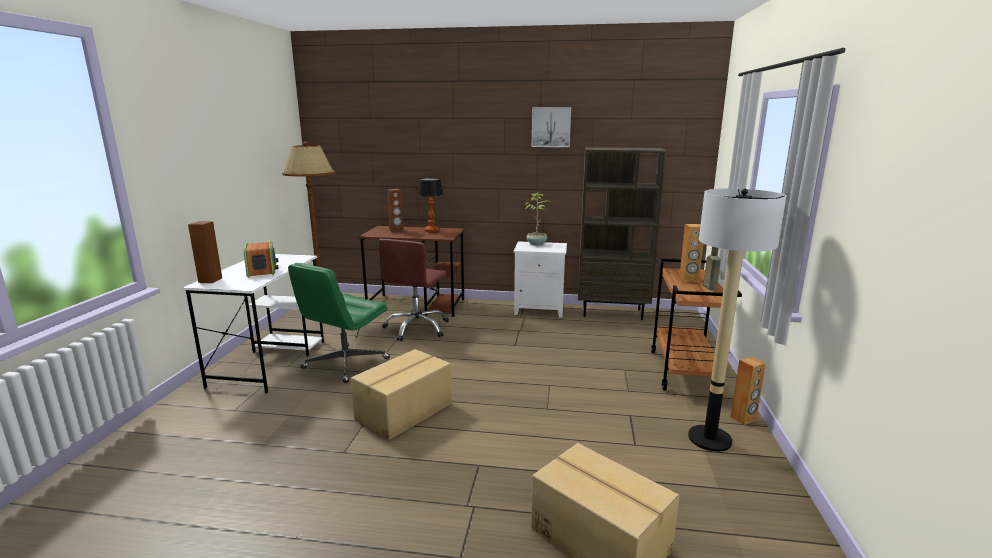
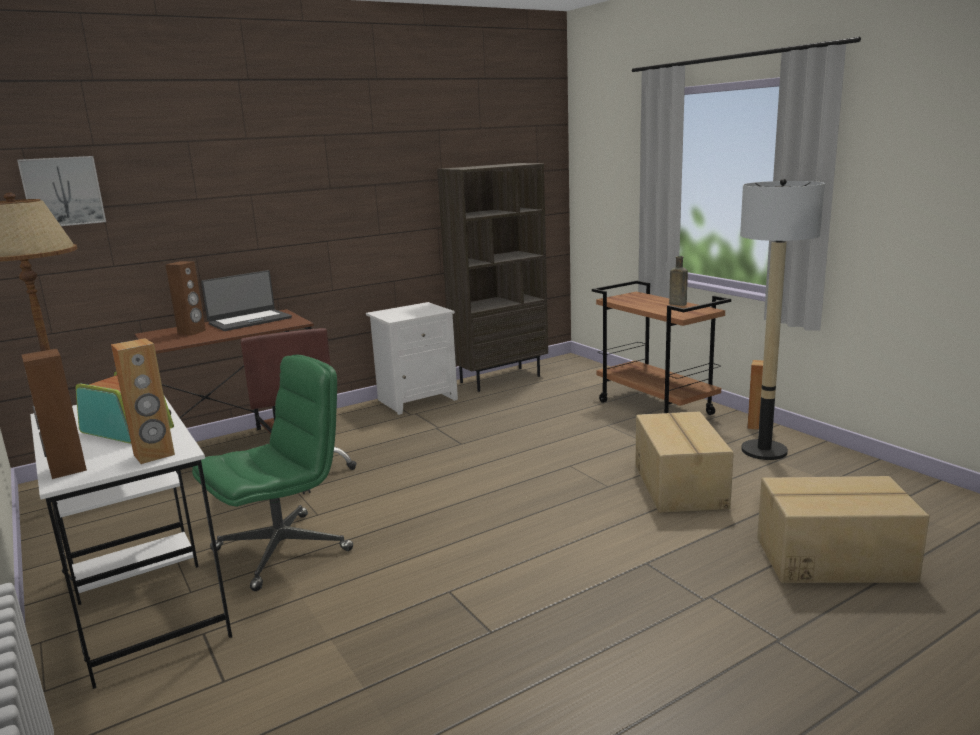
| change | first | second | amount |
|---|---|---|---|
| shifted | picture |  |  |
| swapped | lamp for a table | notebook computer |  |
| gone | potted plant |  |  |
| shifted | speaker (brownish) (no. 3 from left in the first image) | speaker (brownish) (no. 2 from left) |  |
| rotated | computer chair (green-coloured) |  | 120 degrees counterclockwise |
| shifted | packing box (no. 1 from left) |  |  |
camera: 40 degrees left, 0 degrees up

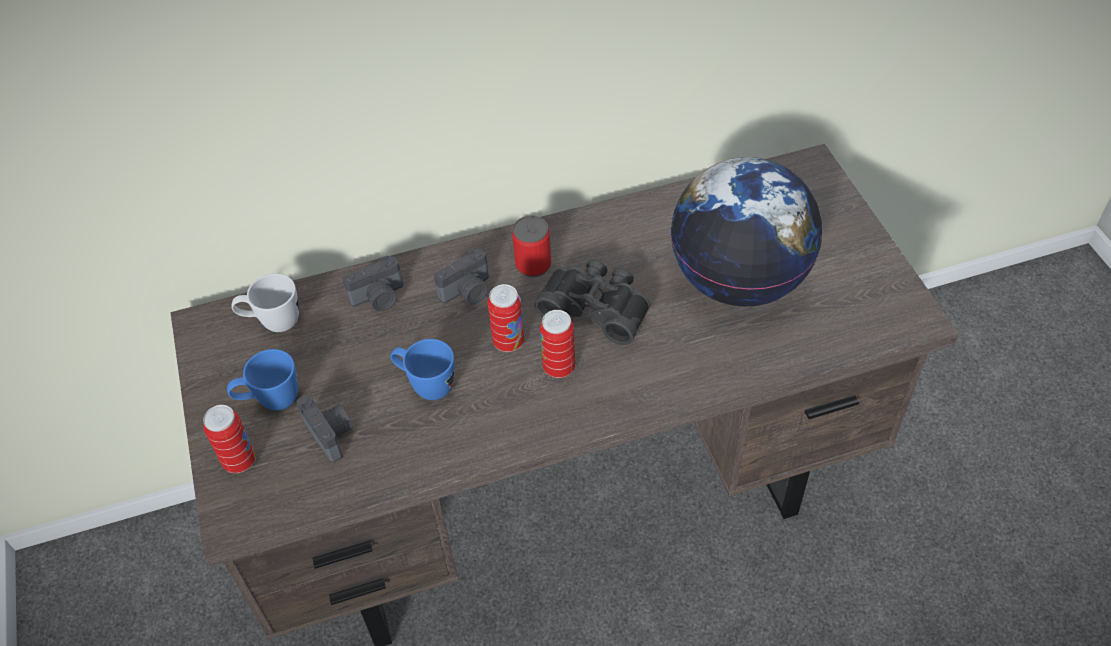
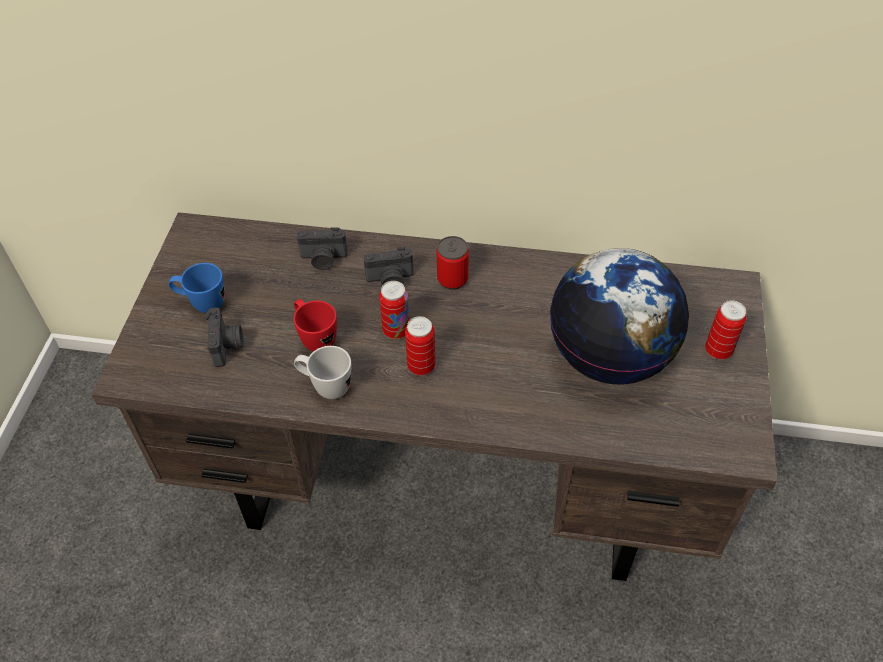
| change | first | second | amount |
|---|---|---|---|
| gone | field glasses (black-coloured) |  |  |
| shifted | tea mug (white-coloured) |  |  |
| repainted | tea mug (blue-coloured) (no. 2 from left) | tea mug (reddish) |  |
| shifted | metal can (no. 1 from left in the first image) | metal can (no. 4 from left) |  |
camera: 25 degrees right, 0 degrees up

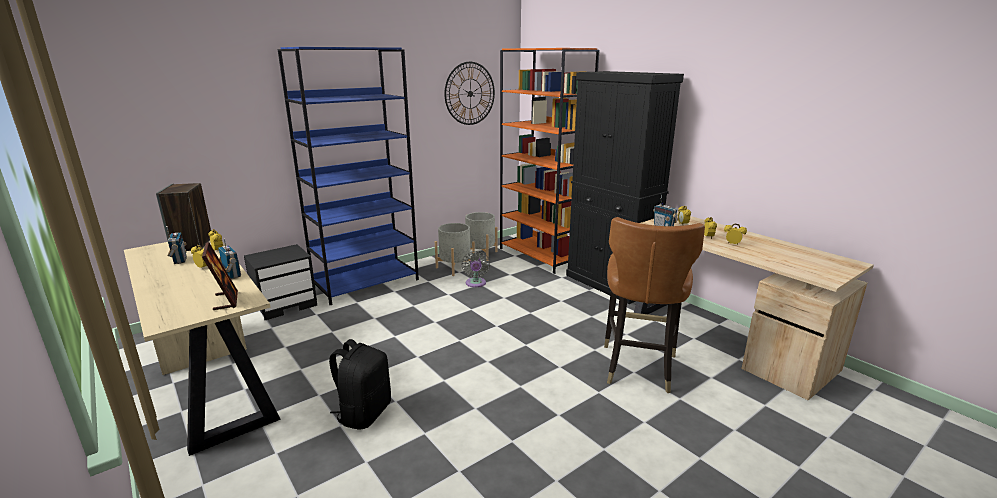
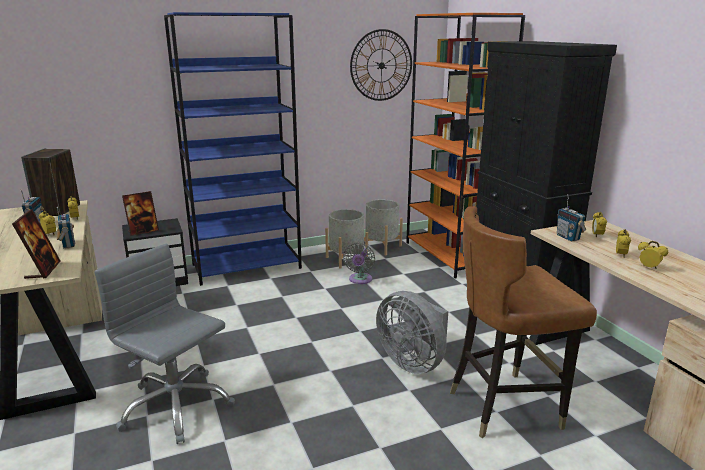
| change | first | second | amount |
|---|---|---|---|
| rotated | upright chair (brownish) |  | 45 degrees clockwise |
| swapped | backpack (black-coloured) | computer chair (greyish) |  |
| new |  | picture frame (no. 2 from left) |  |
| new |  | fan (greyish) (no. 2 from left) |  |
camera: 15 degrees right, 0 degrees up

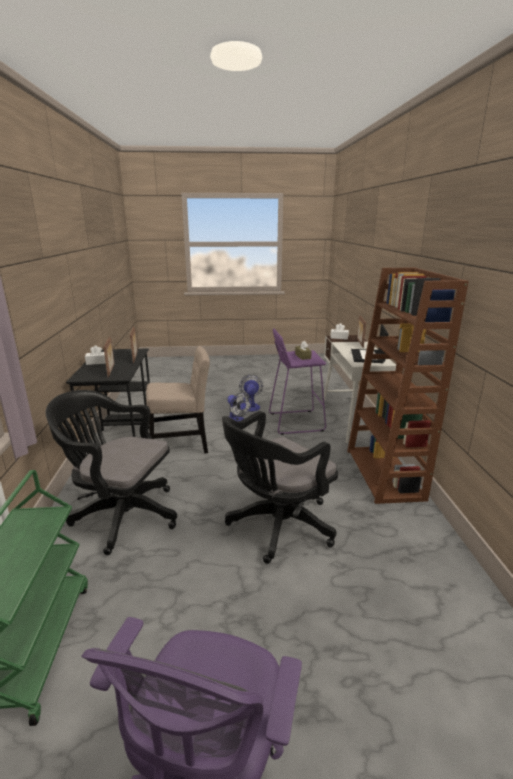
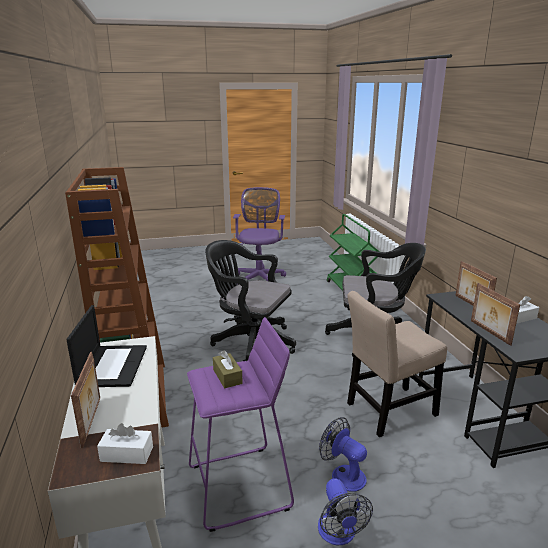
| change | first | second | amount |
|---|---|---|---|
| rotated | computer chair (black-coloured) (no. 2 from left in the first image) | computer chair (black-coloured) (no. 1 from left) | 105 degrees counterclockwise |
camera: 170 degrees right, 0 degrees up

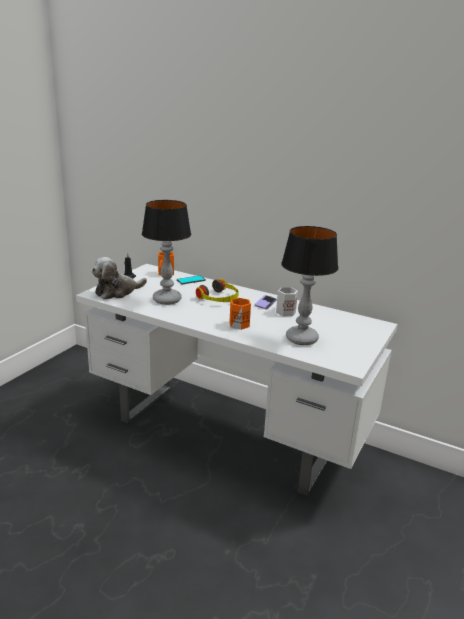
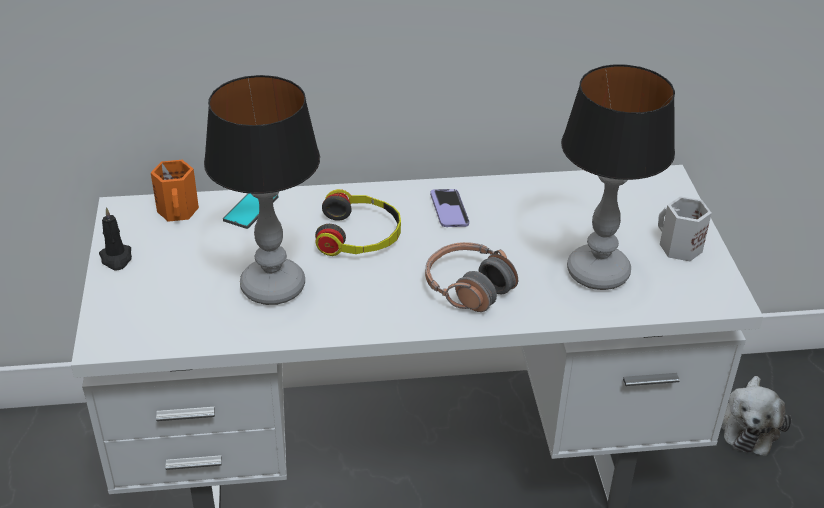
| change | first | second | amount |
|---|---|---|---|
| shifted | plush toy |  |  |
| shifted | tea mug (white-coloured) |  |  |
| swapped | tea mug (orange-coloured) (no. 2 from left) | headset (no. 2 from left) |  |
camera: 35 degrees left, 15 degrees up

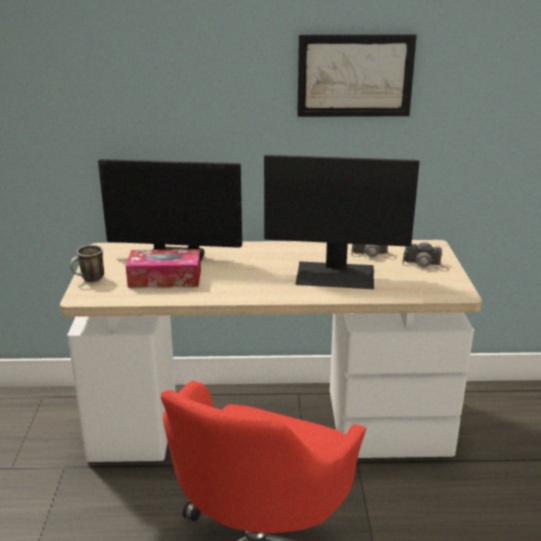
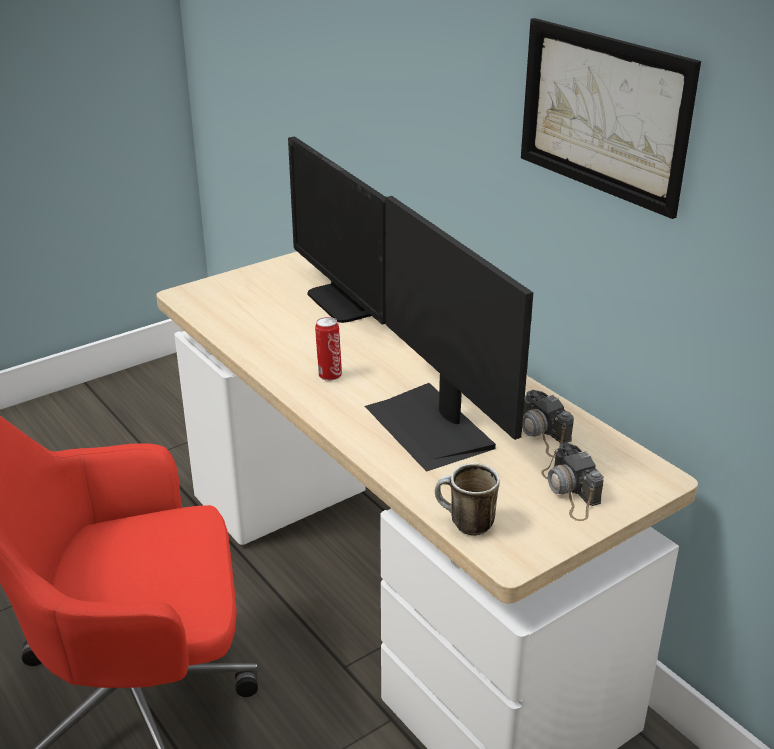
| change | first | second | amount |
|---|---|---|---|
| shifted | tea mug |  |  |
| gone | tissue holder |  |  |
| new |  | metal can |  |
camera: 55 degrees right, 5 degrees up

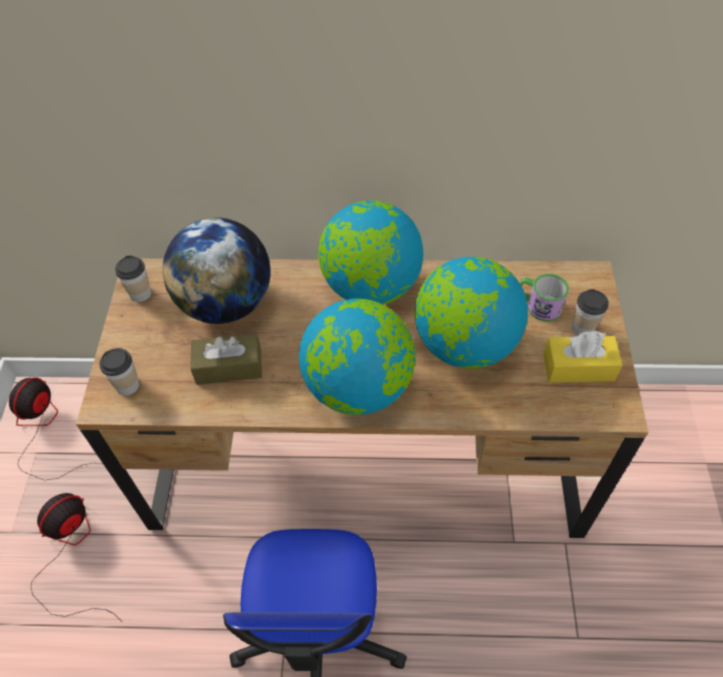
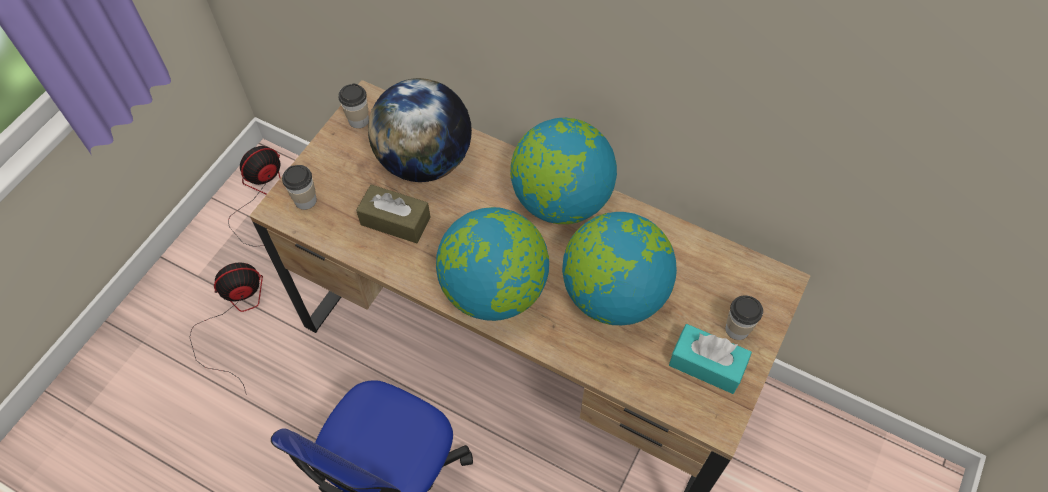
| change | first | second | amount |
|---|---|---|---|
| gone | tea mug |  |  |
| repainted | tissue holder (yellow) | tissue holder (blue-green) |  |
camera: 25 degrees right, 5 degrees up

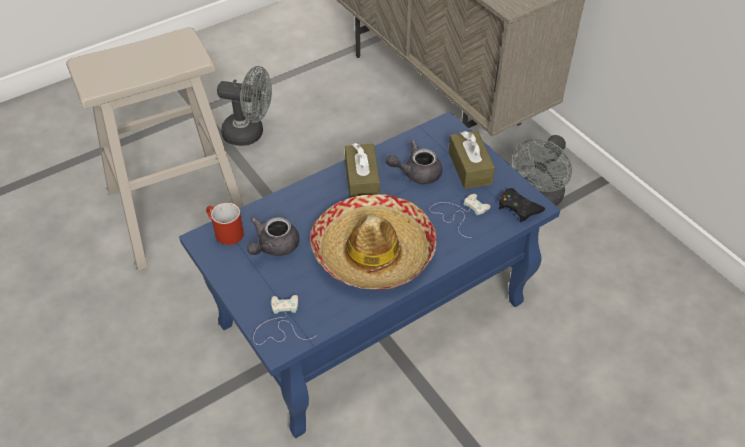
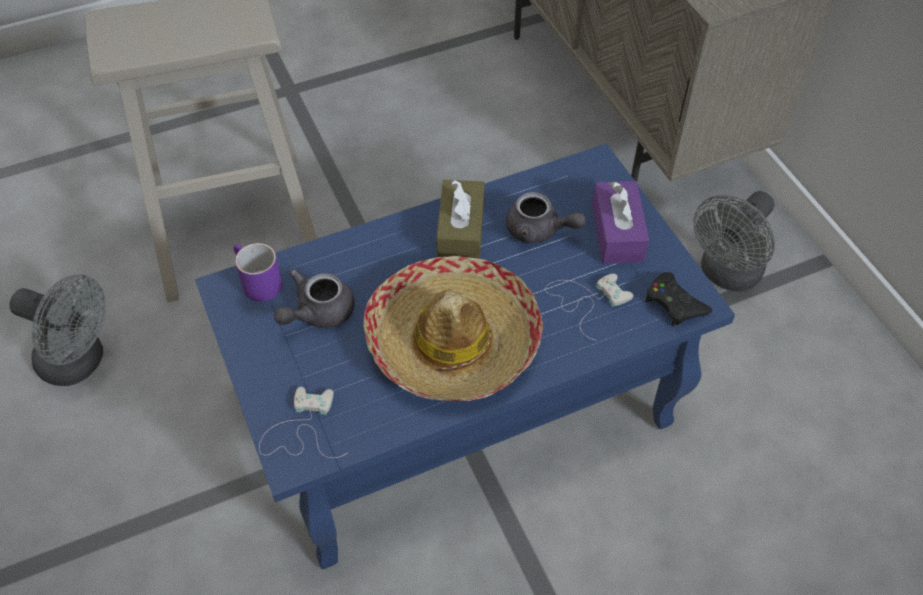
| change | first | second | amount |
|---|---|---|---|
| shifted | fan (greyish) (no. 1 from left) |  |  |
| repainted | tissue holder (brownish) (no. 2 from left) | tissue holder (purple-coloured) |  |
| rotated | tea pot (greyish) (no. 2 from left) |  | 150 degrees counterclockwise |
| repainted | tea mug (reddish) | tea mug (purple-coloured) |  |
camera: 10 degrees right, 5 degrees up

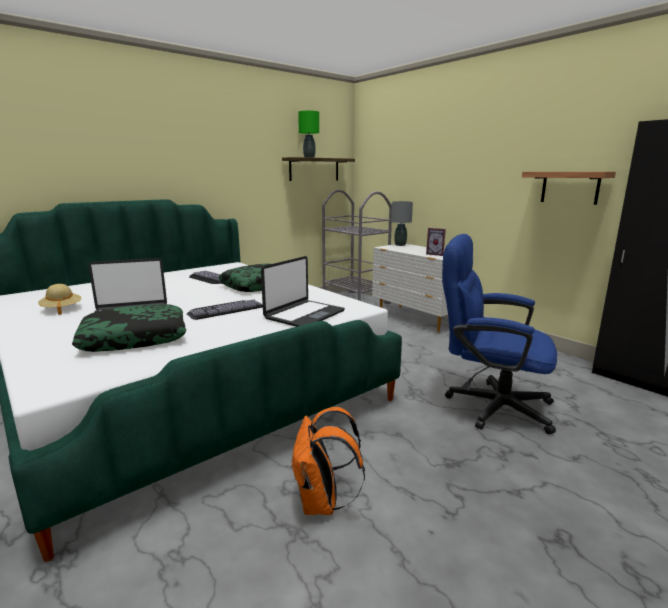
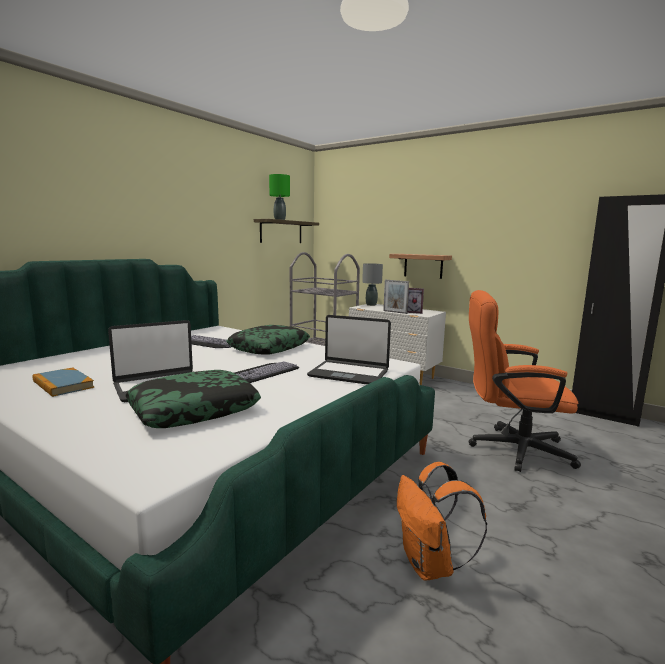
| change | first | second | amount |
|---|---|---|---|
| shifted | bracket shelf (no. 2 from left) |  |  |
| repainted | computer chair (blue-coloured) | computer chair (orange-coloured) |  |
| rotated | notebook computer (no. 2 from left) |  | 90 degrees clockwise |
| swapped | wearable hat (beige) | volume |  |
| new |  | picture frame (no. 1 from left) |  |
camera: 15 degrees left, 5 degrees down

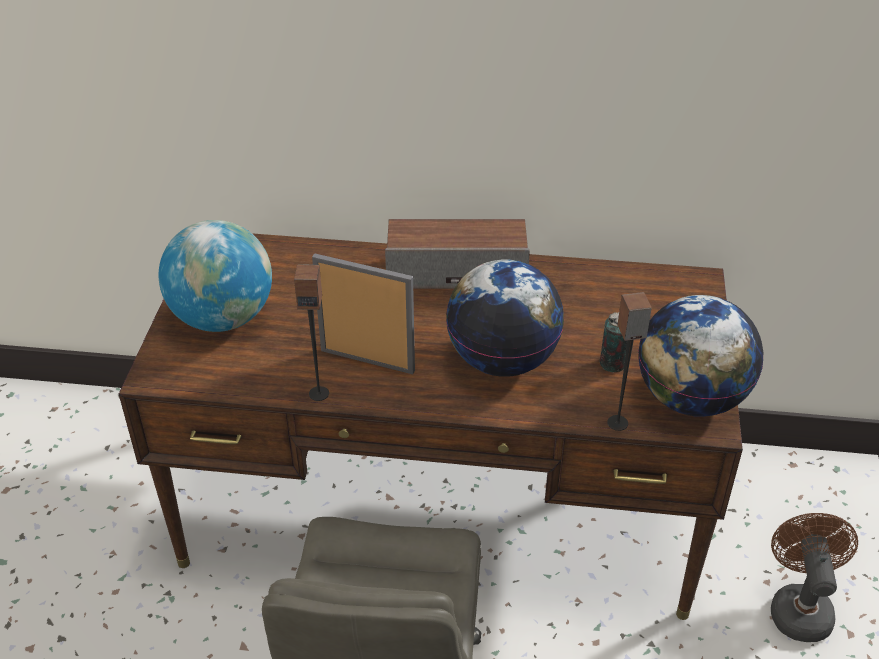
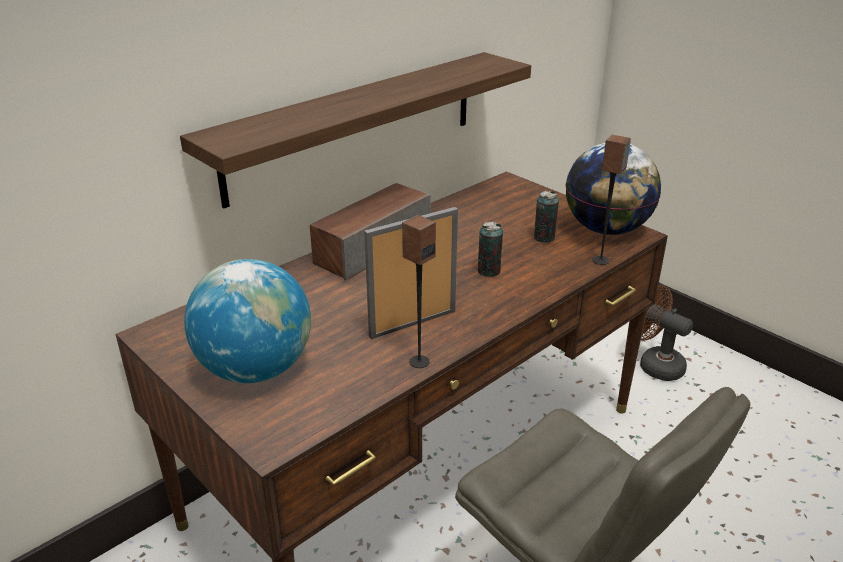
| change | first | second | amount |
|---|---|---|---|
| swapped | world globe (no. 2 from left) | metal can (no. 1 from left) |  |
| new |  | bracket shelf |  |
camera: 50 degrees left, 10 degrees down

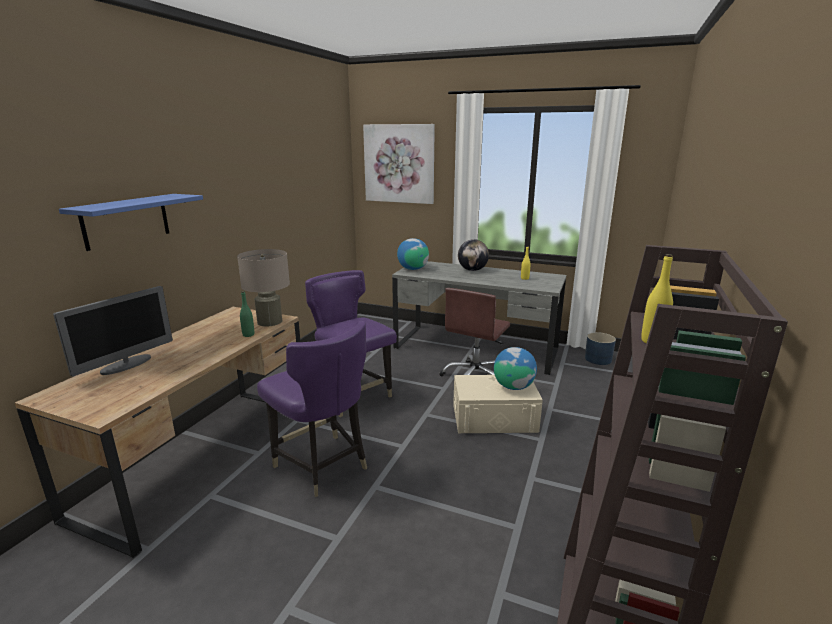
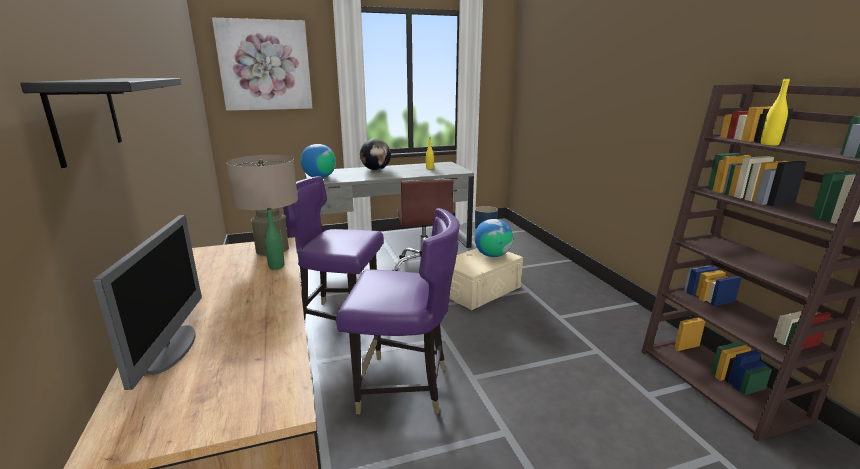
| change | first | second | amount |
|---|---|---|---|
| repainted | bracket shelf (blue-coloured) | bracket shelf (black-coloured) |  |
camera: 40 degrees left, 0 degrees up

